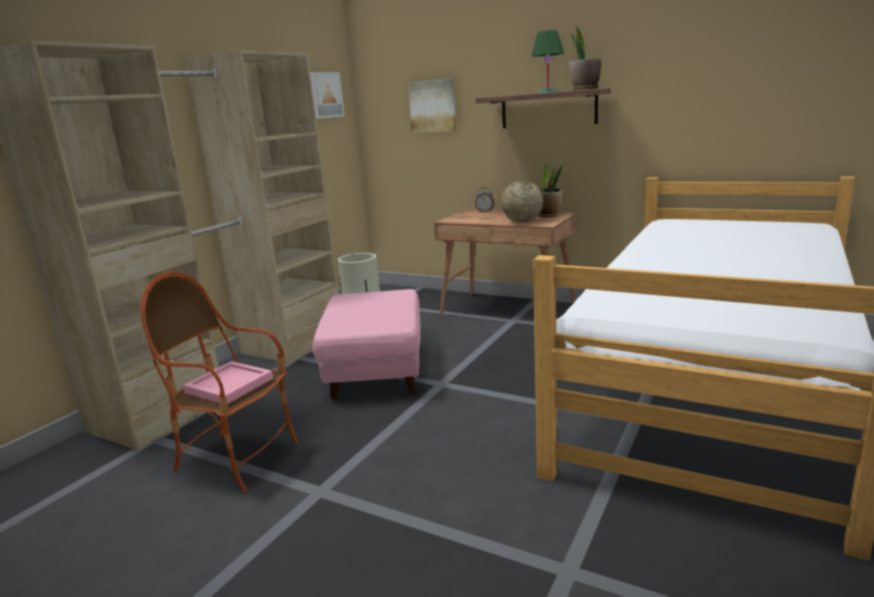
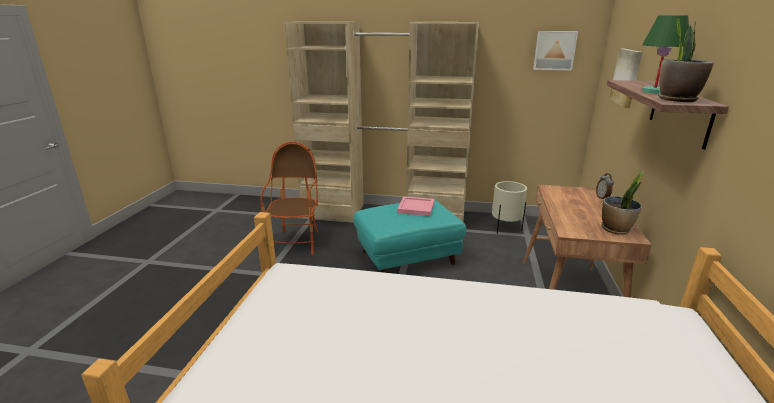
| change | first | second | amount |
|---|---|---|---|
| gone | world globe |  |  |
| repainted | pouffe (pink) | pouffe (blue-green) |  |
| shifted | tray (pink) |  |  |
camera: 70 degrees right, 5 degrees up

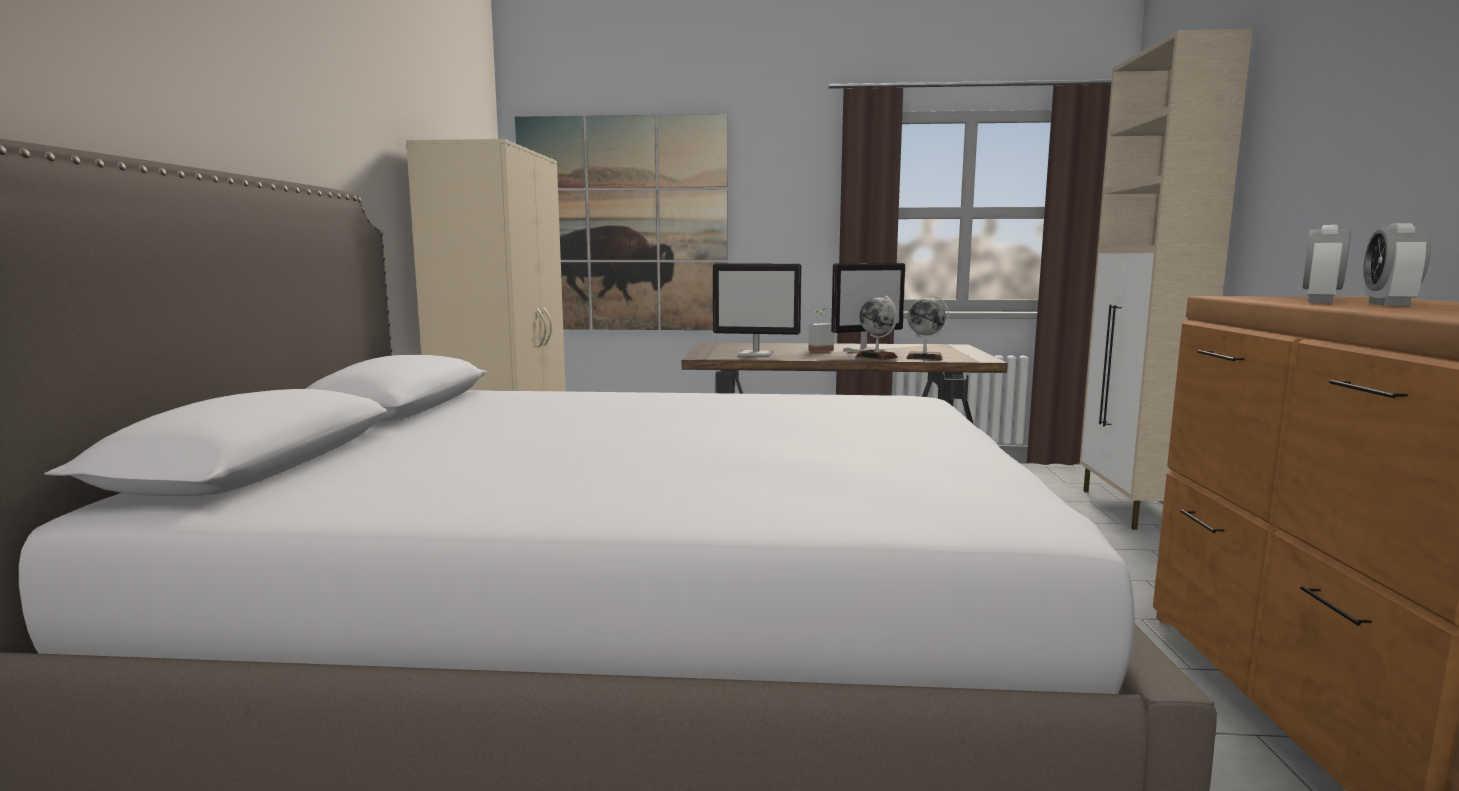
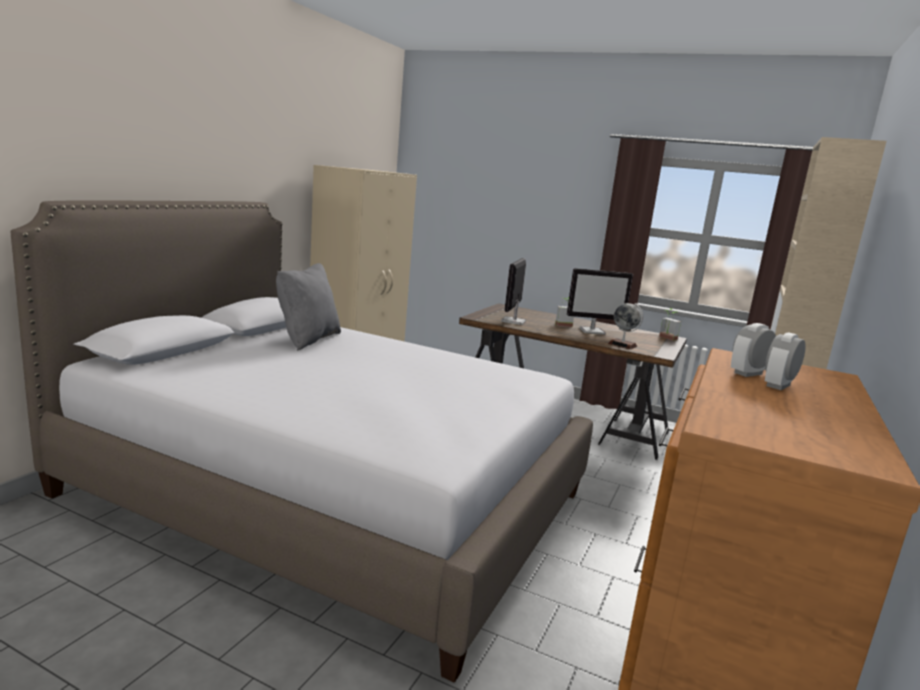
| change | first | second | amount |
|---|---|---|---|
| gone | picture |  |  |
| rotated | monitor (no. 1 from left) |  | 75 degrees clockwise |
| gone | world globe (no. 1 from left) |  |  |
| new |  | cushion (greyish) |  |
| new |  | potted plant (no. 2 from left) |  |
camera: 20 degrees right, 5 degrees up

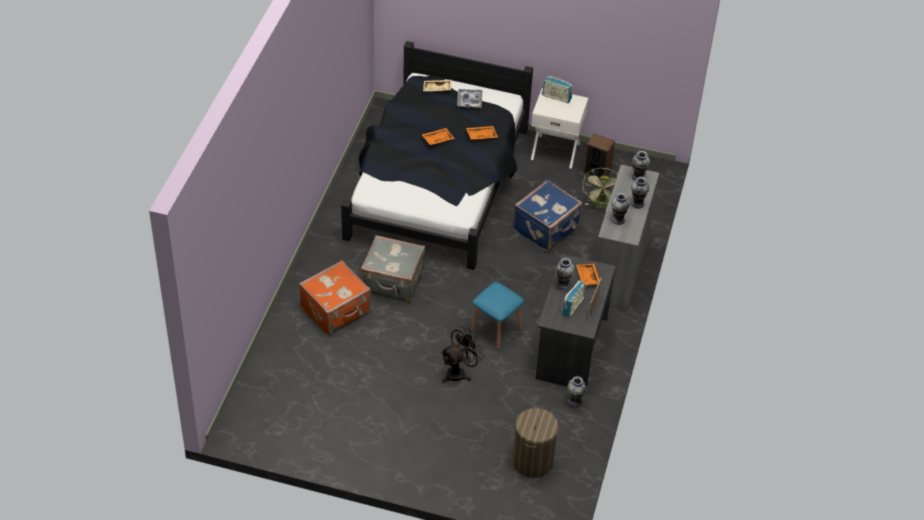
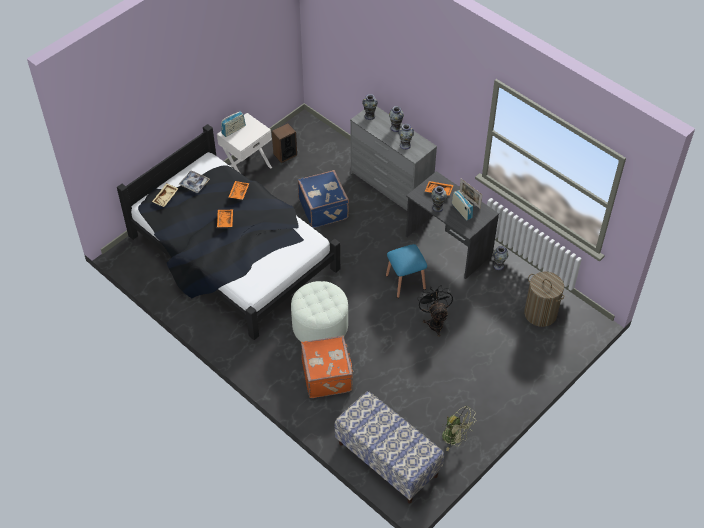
| change | first | second | amount |
|---|---|---|---|
| shifted | fan (green-coloured) |  |  |
| swapped | travel case (greyish) | pouffe (white-coloured) |  |
| new |  | long seat |  |
camera: 60 degrees left, 5 degrees up

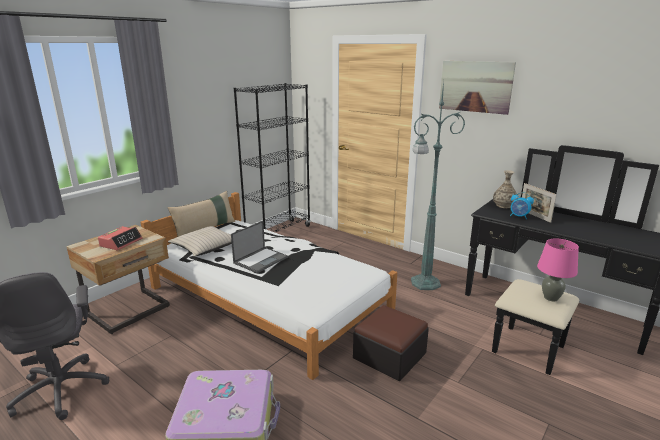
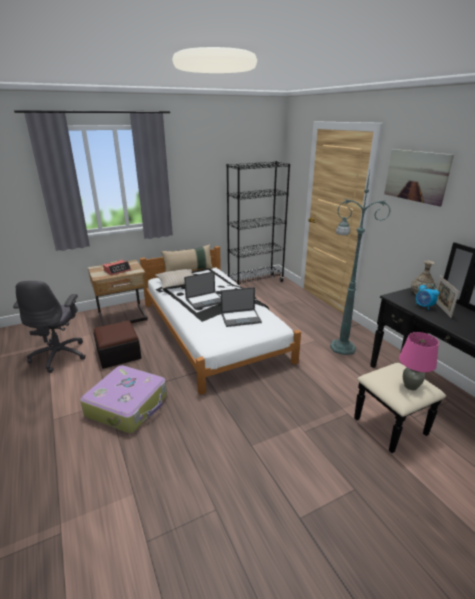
| change | first | second | amount |
|---|---|---|---|
| shifted | pouffe |  |  |
| new |  | notebook computer (no. 2 from left) |  |
camera: 25 degrees right, 5 degrees up

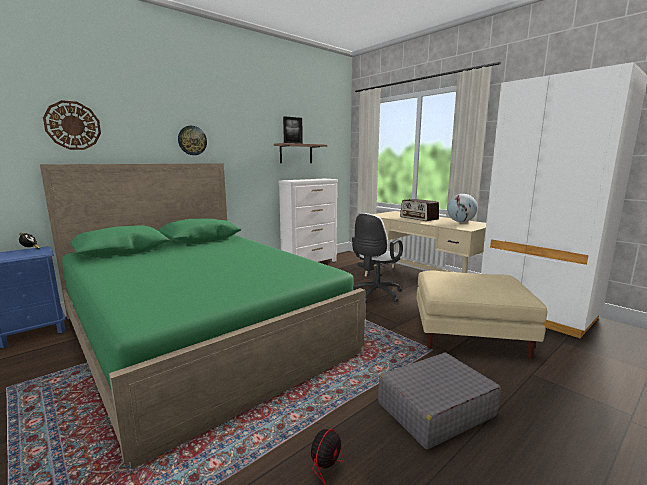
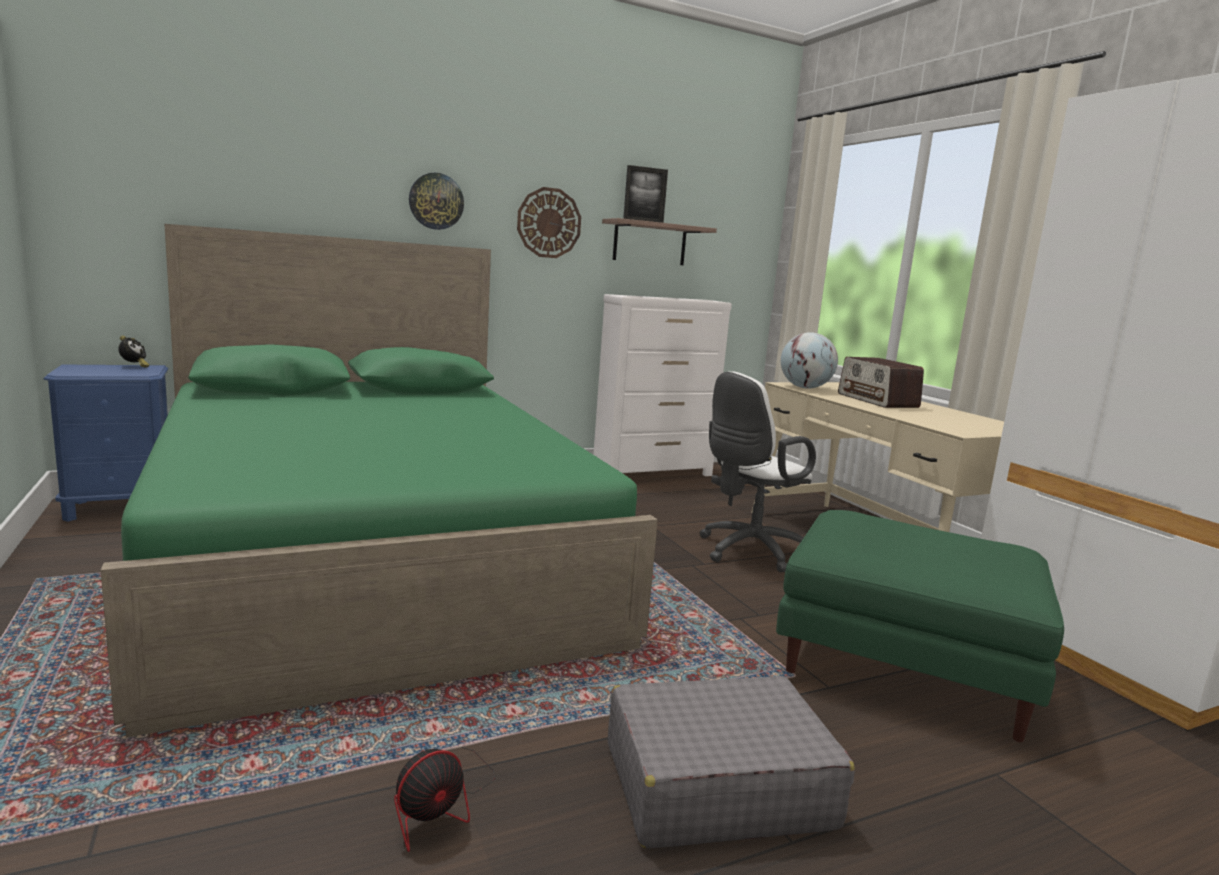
| change | first | second | amount |
|---|---|---|---|
| shifted | wall clock (no. 1 from left in the first image) | wall clock (no. 2 from left) |  |
| shifted | world globe |  |  |
| repainted | pouffe (beige) | pouffe (green-coloured) |  |
camera: 15 degrees right, 0 degrees up

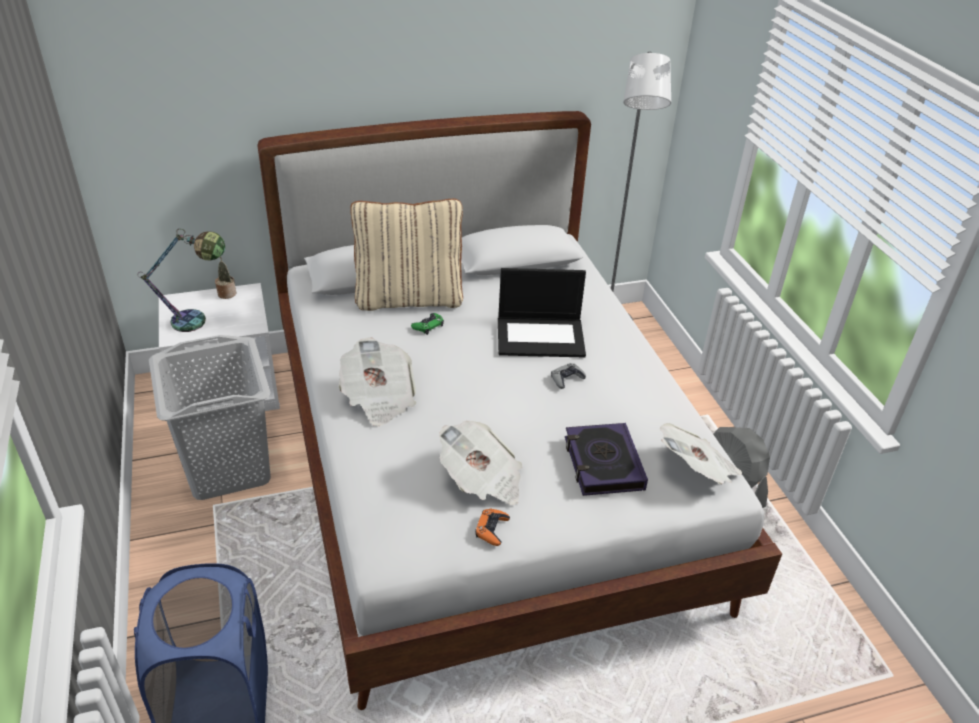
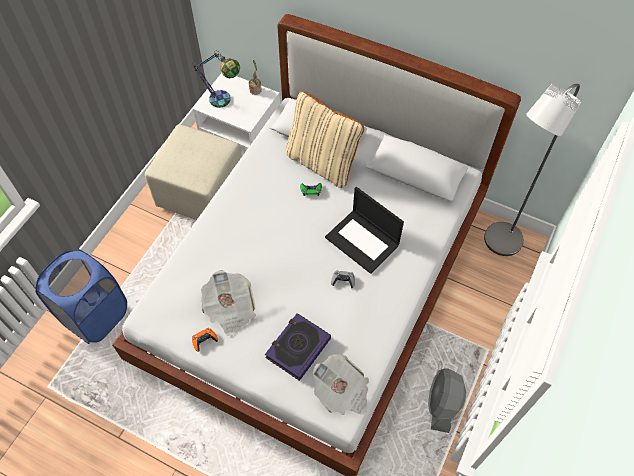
| change | first | second | amount |
|---|---|---|---|
| swapped | laundry basket (greyish) | pouffe (beige) |  |
| gone | printed paper (no. 1 from left) |  |  |
camera: 45 degrees right, 20 degrees up

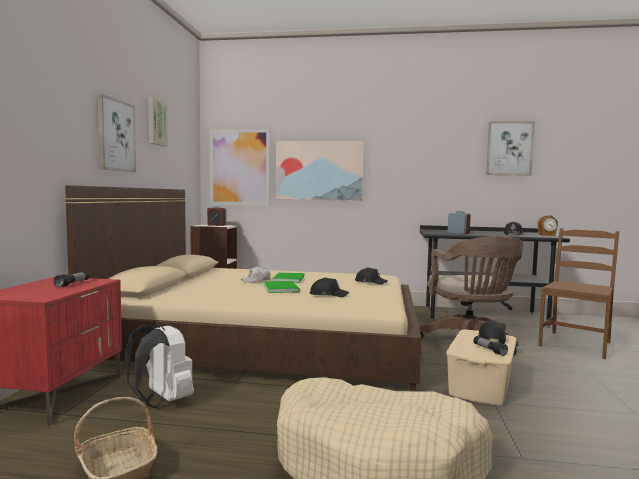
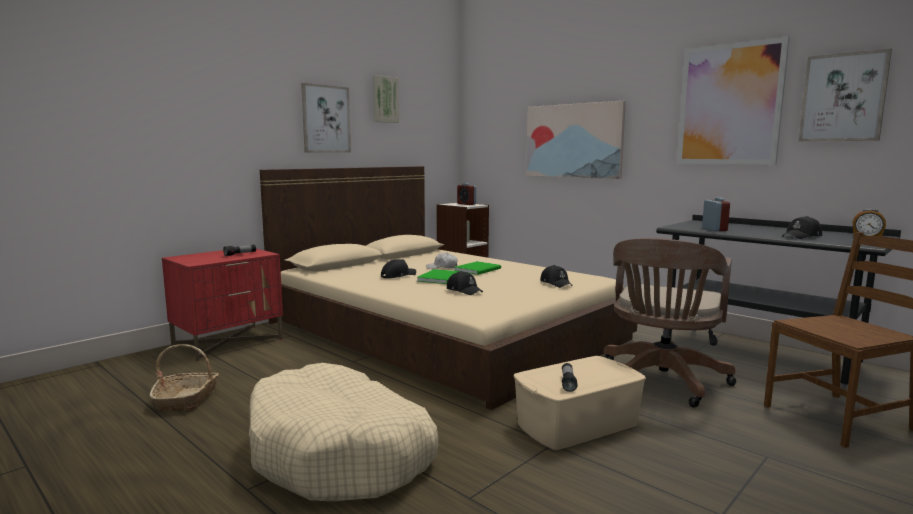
| change | first | second | amount |
|---|---|---|---|
| shifted | picture (no. 3 from left in the first image) | picture (no. 4 from left) |  |
| shifted | peaked cap (black-coloured) (no. 3 from left in the first image) | peaked cap (black-coloured) (no. 1 from left) |  |
| gone | backpack (white-coloured) |  |  |
camera: 35 degrees right, 5 degrees up

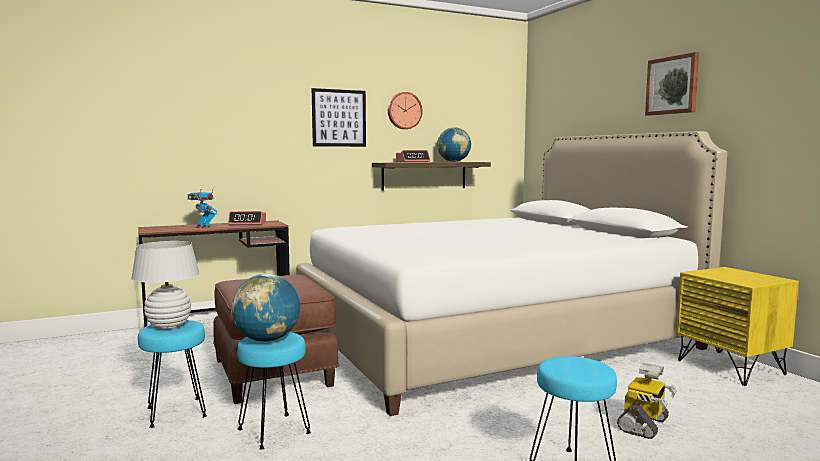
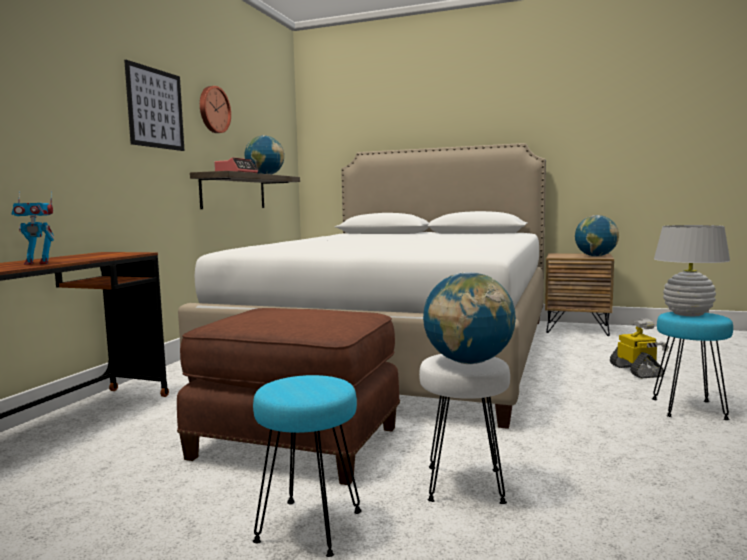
| change | first | second | amount |
|---|---|---|---|
| gone | picture (no. 2 from left) |  |  |
| gone | bedside clock (no. 1 from left) |  |  |
| shifted | lamp for a table (white-coloured) |  |  |
| repainted | bedside table (yellow) | bedside table (brownish) |  |
| repainted | sitting stool (blue-green) (no. 2 from left) | sitting stool (white-coloured) |  |
| new |  | world globe (no. 3 from left) |  |
camera: 45 degrees left, 0 degrees up

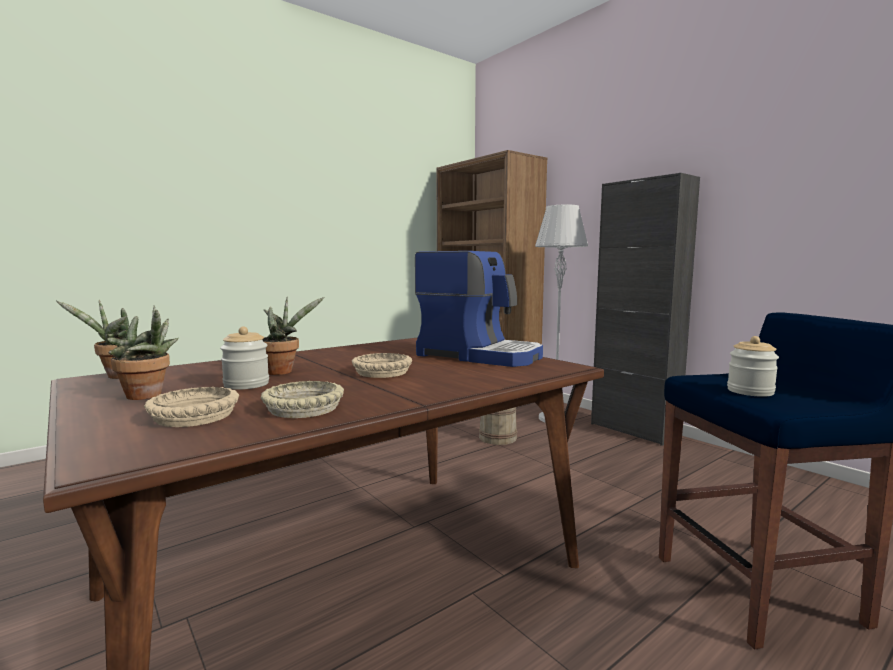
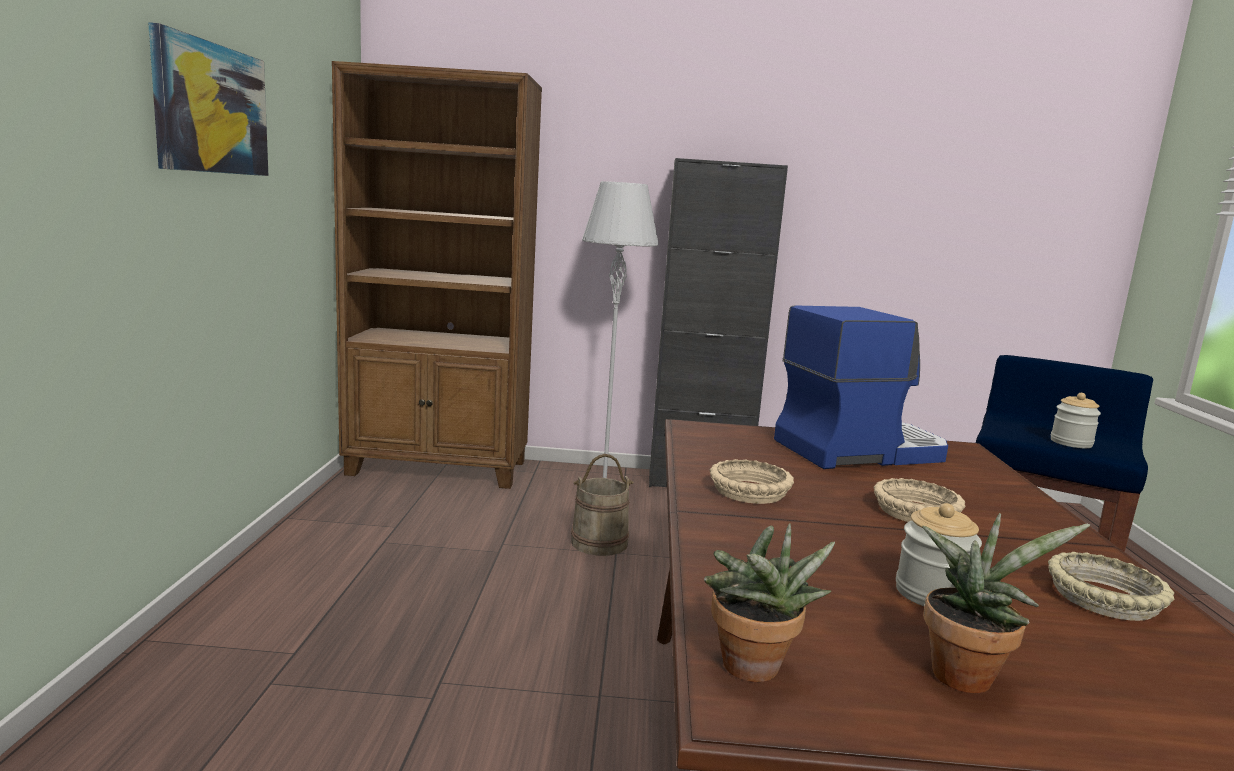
| change | first | second | amount |
|---|---|---|---|
| gone | potted plant (no. 3 from left) |  |  |
| shifted | serving bowl (beige) (no. 1 from left) |  |  |
| new |  | picture |  |
camera: 50 degrees left, 5 degrees up

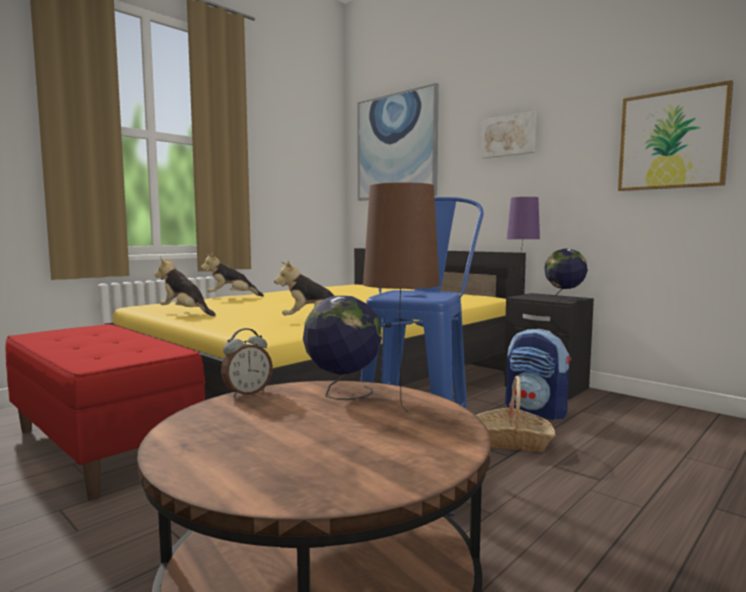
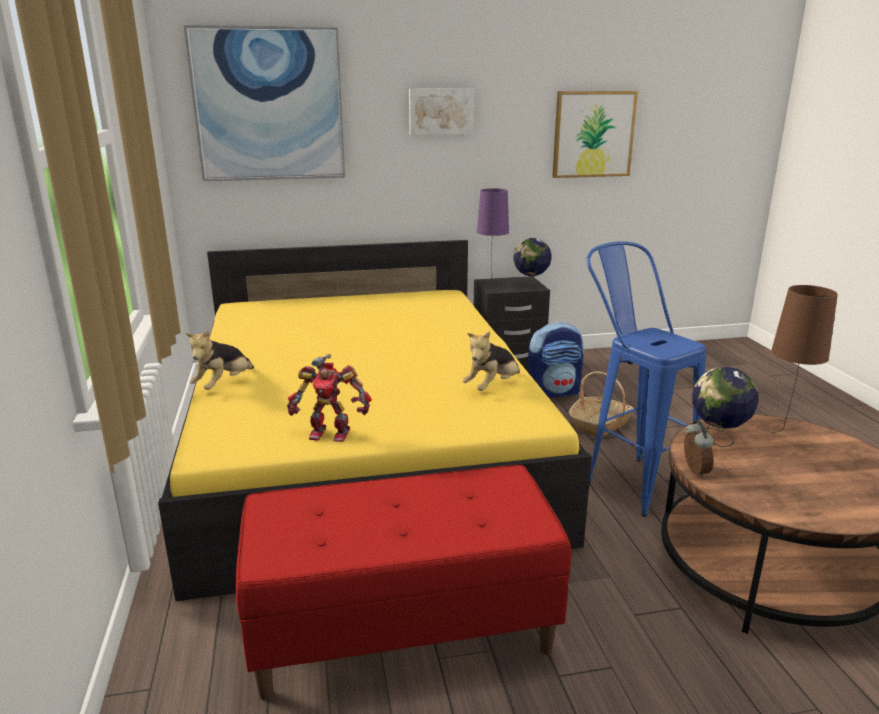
| change | first | second | amount |
|---|---|---|---|
| swapped | plush toy (no. 1 from left) | model robot |  |
camera: 55 degrees left, 15 degrees up

